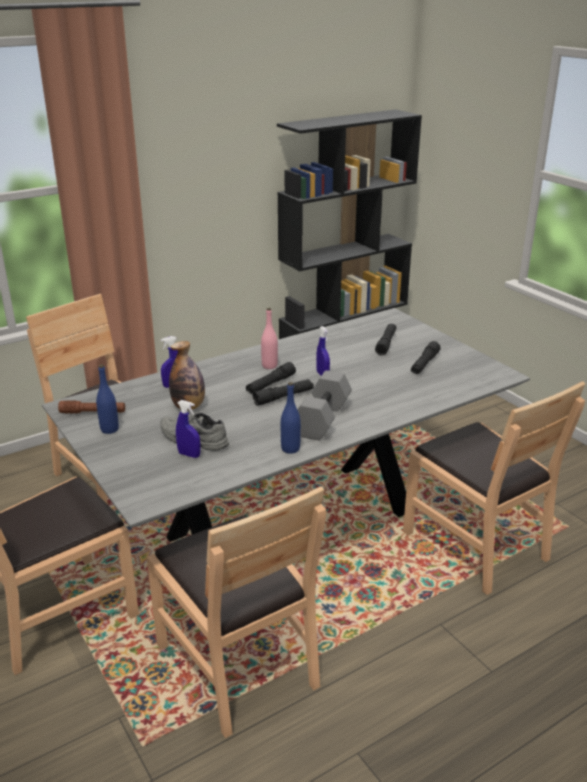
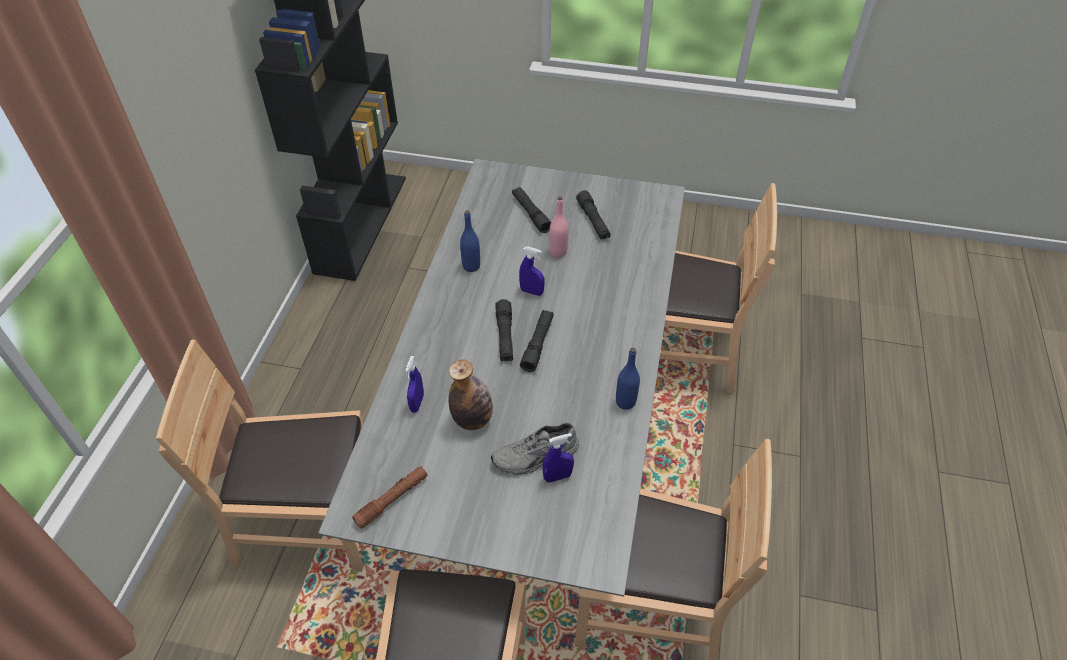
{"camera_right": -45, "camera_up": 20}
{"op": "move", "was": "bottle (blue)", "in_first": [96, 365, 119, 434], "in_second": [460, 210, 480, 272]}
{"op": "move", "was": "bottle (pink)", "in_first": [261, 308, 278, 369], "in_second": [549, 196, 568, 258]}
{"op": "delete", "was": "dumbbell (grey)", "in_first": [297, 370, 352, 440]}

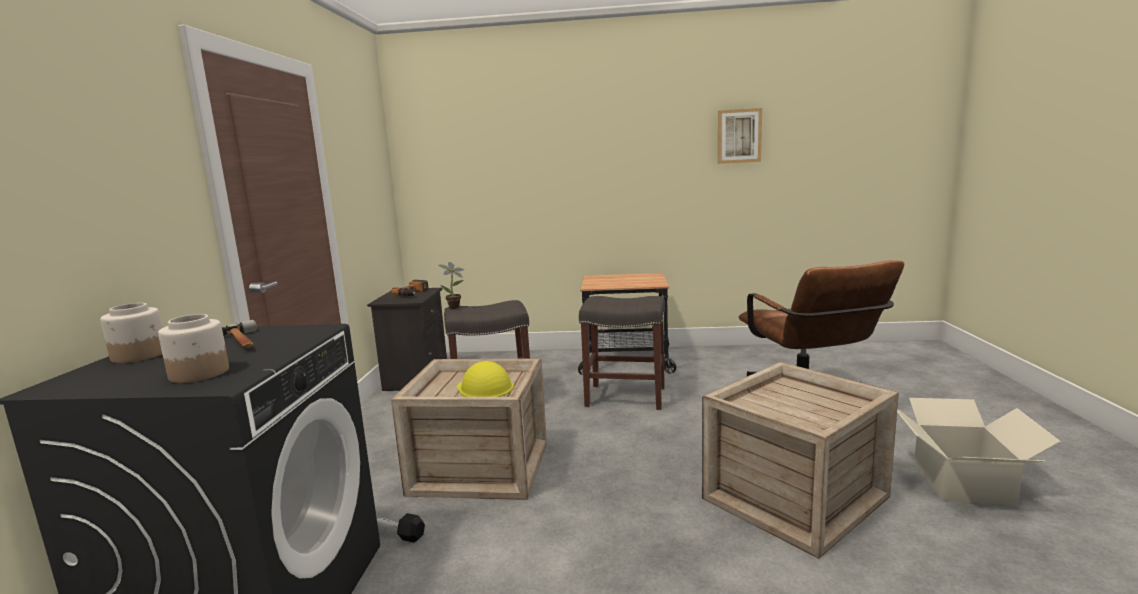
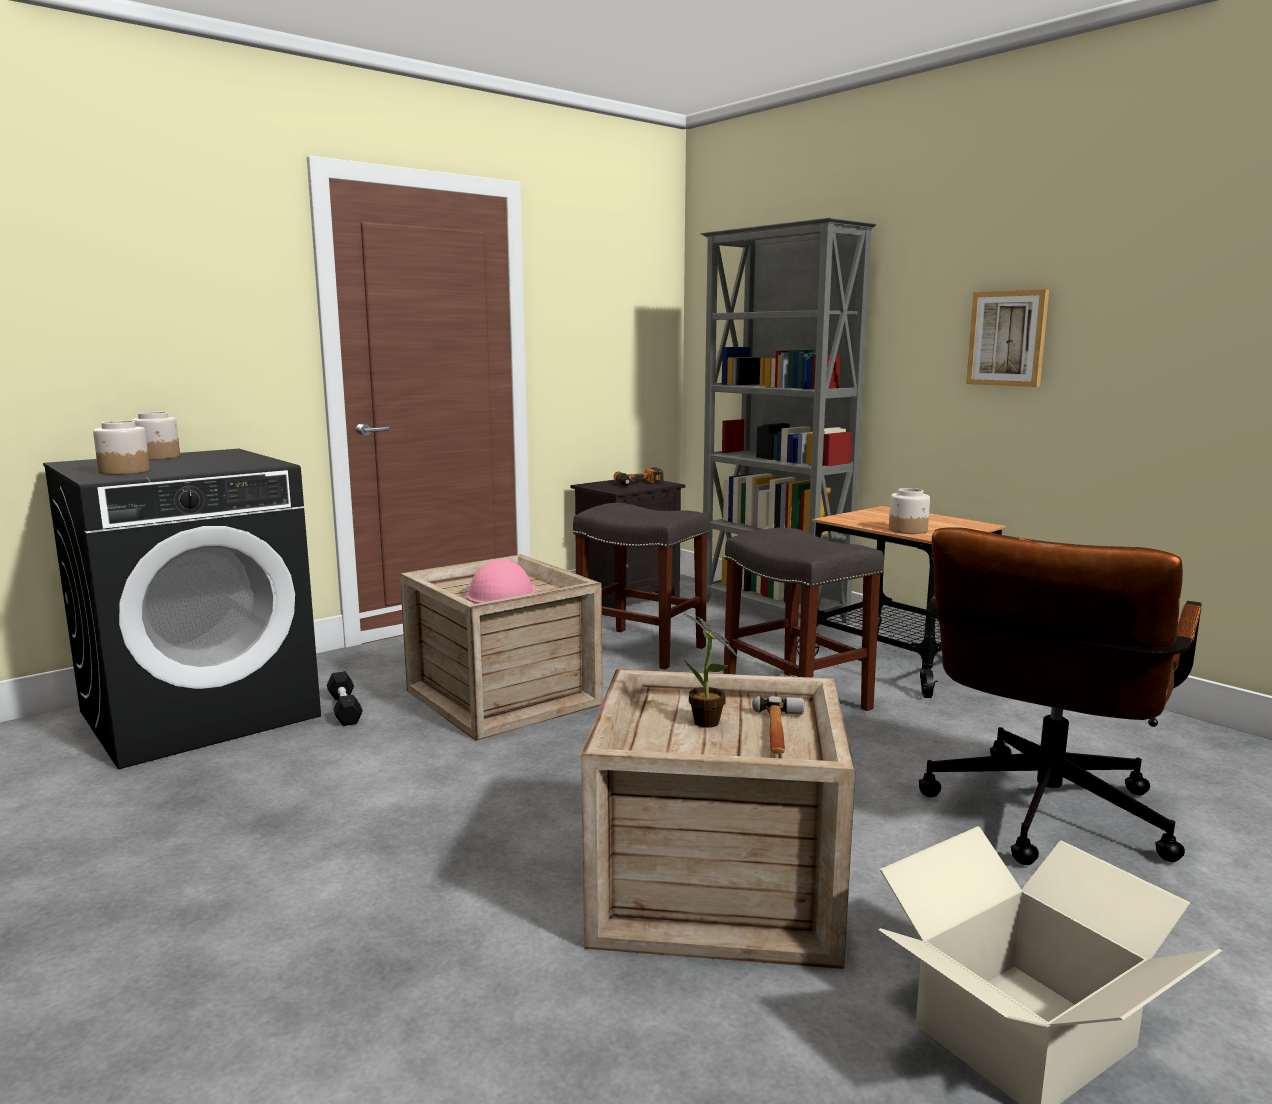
{"camera_right": 45, "camera_up": 0}
{"op": "recolor", "was": "hard hat (yellow)", "now": "hard hat (pink)", "in_first": [457, 361, 513, 397], "in_second": [466, 559, 536, 603]}
{"op": "move", "was": "potted plant", "in_first": [438, 262, 465, 309], "in_second": [682, 613, 738, 728]}
{"op": "insert", "now": "bookcase (grey)", "in_second": [700, 217, 877, 623]}
{"op": "move", "was": "hammer", "in_first": [222, 320, 257, 348], "in_second": [752, 696, 804, 754]}
{"op": "insert", "now": "jar", "in_second": [889, 488, 930, 534]}
{"op": "move", "was": "picture", "in_first": [718, 108, 762, 164], "in_second": [966, 289, 1049, 387]}

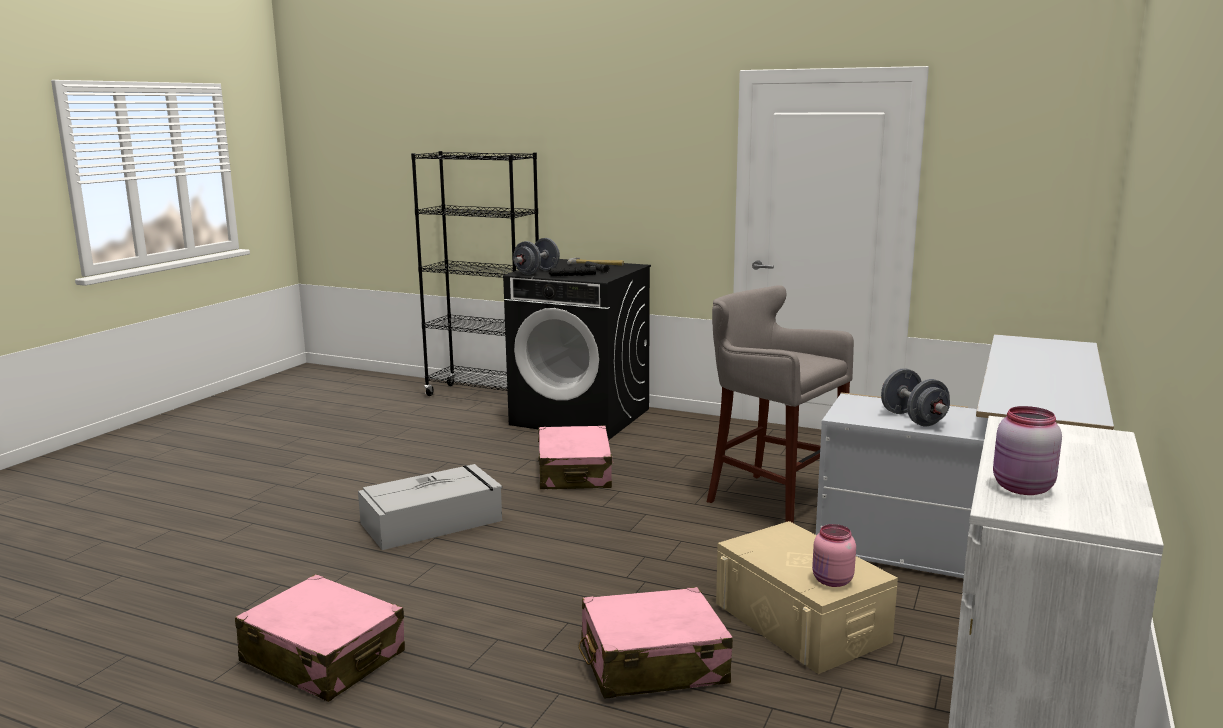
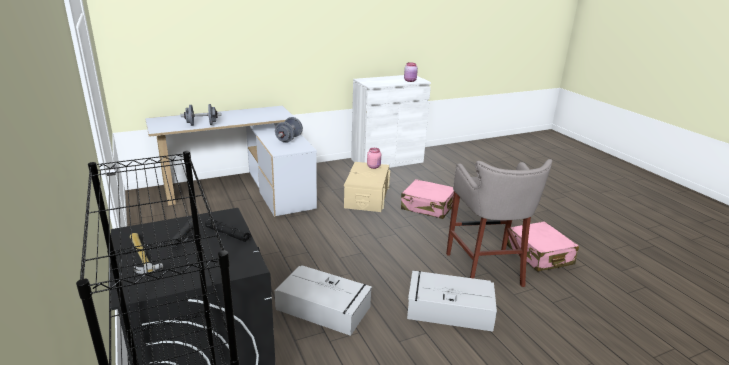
{"camera_right": -140, "camera_up": 10}
{"op": "move", "was": "dumbbell (grey)", "in_first": [513, 238, 560, 275], "in_second": [180, 104, 221, 126]}
{"op": "replace", "was": "suitcase (pink)", "now": "storage box (grey)", "in_first": [538, 426, 614, 489], "in_second": [275, 265, 372, 336]}
{"op": "move", "was": "stool (grey)", "in_first": [707, 285, 854, 523], "in_second": [446, 159, 552, 287]}

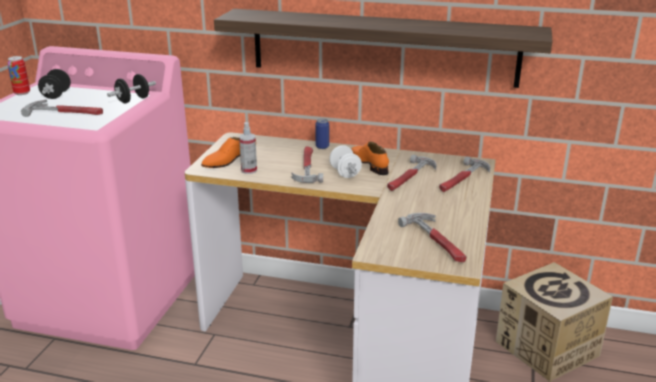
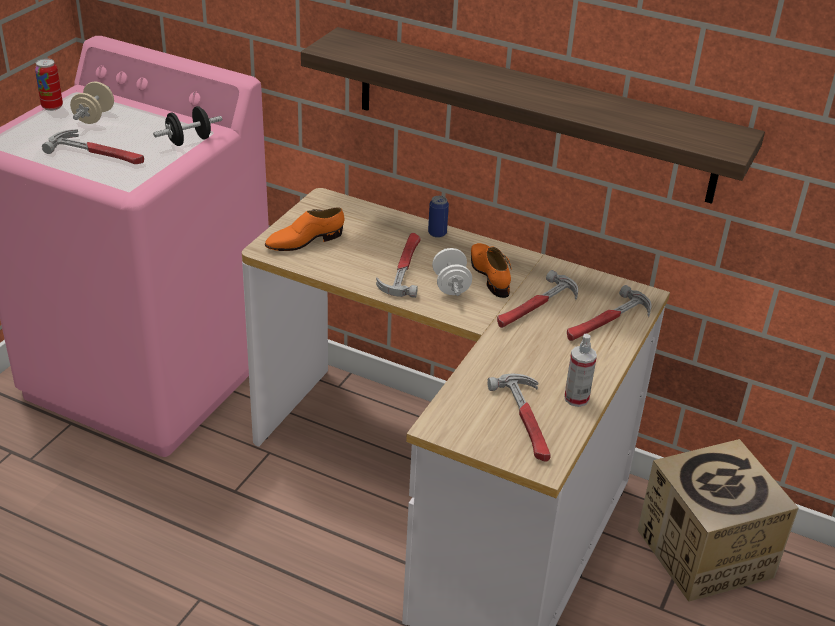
{"camera_right": 10, "camera_up": 10}
{"op": "recolor", "was": "dumbbell (black)", "now": "dumbbell (beige)", "in_first": [38, 69, 71, 99], "in_second": [70, 81, 114, 124]}
{"op": "move", "was": "spray bottle", "in_first": [239, 122, 257, 174], "in_second": [564, 334, 597, 407]}

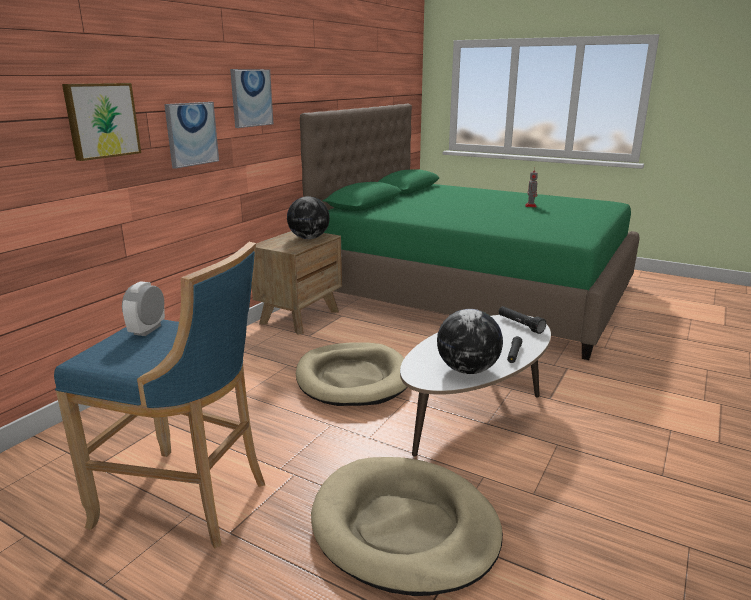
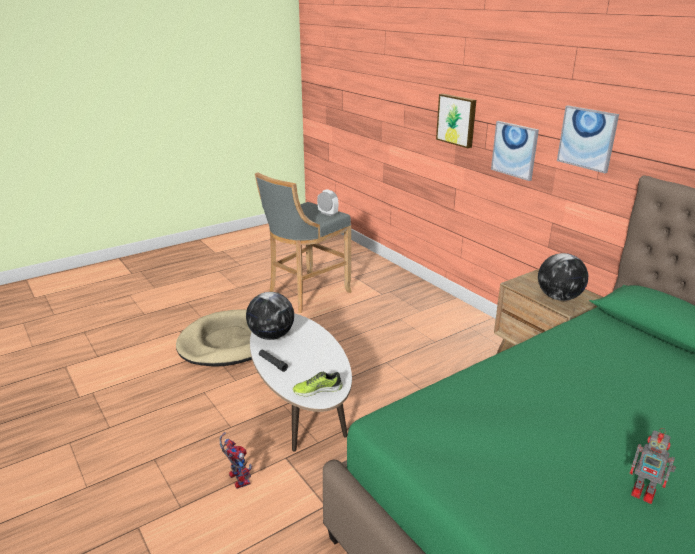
{"camera_right": 115, "camera_up": 5}
{"op": "insert", "now": "toy robot", "in_second": [219, 432, 252, 489]}
{"op": "recolor", "was": "stool (blue)", "now": "stool (grey)", "in_first": [54, 242, 265, 549], "in_second": [255, 172, 352, 313]}
{"op": "replace", "was": "flashlight (black)", "now": "shoe", "in_first": [499, 306, 546, 334], "in_second": [293, 371, 342, 396]}
{"op": "delete", "was": "dog bed (beige)", "in_first": [296, 342, 408, 406]}

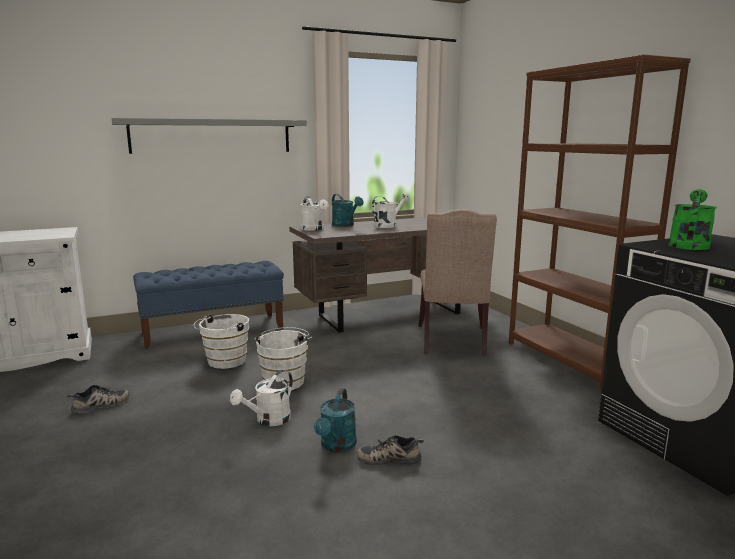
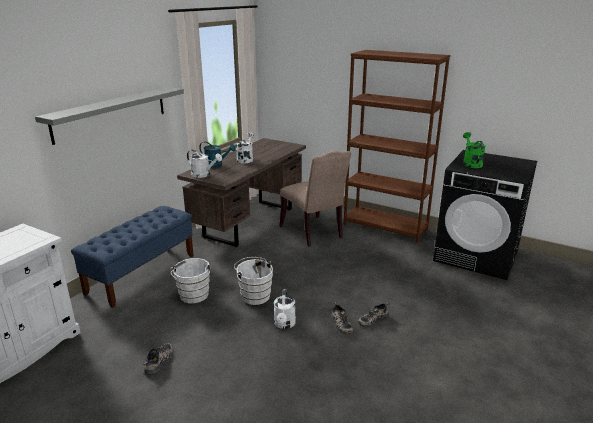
{"camera_right": -35, "camera_up": 10}
{"op": "replace", "was": "watering can (turquoise)", "now": "shoe", "in_first": [314, 388, 357, 452], "in_second": [332, 302, 353, 335]}

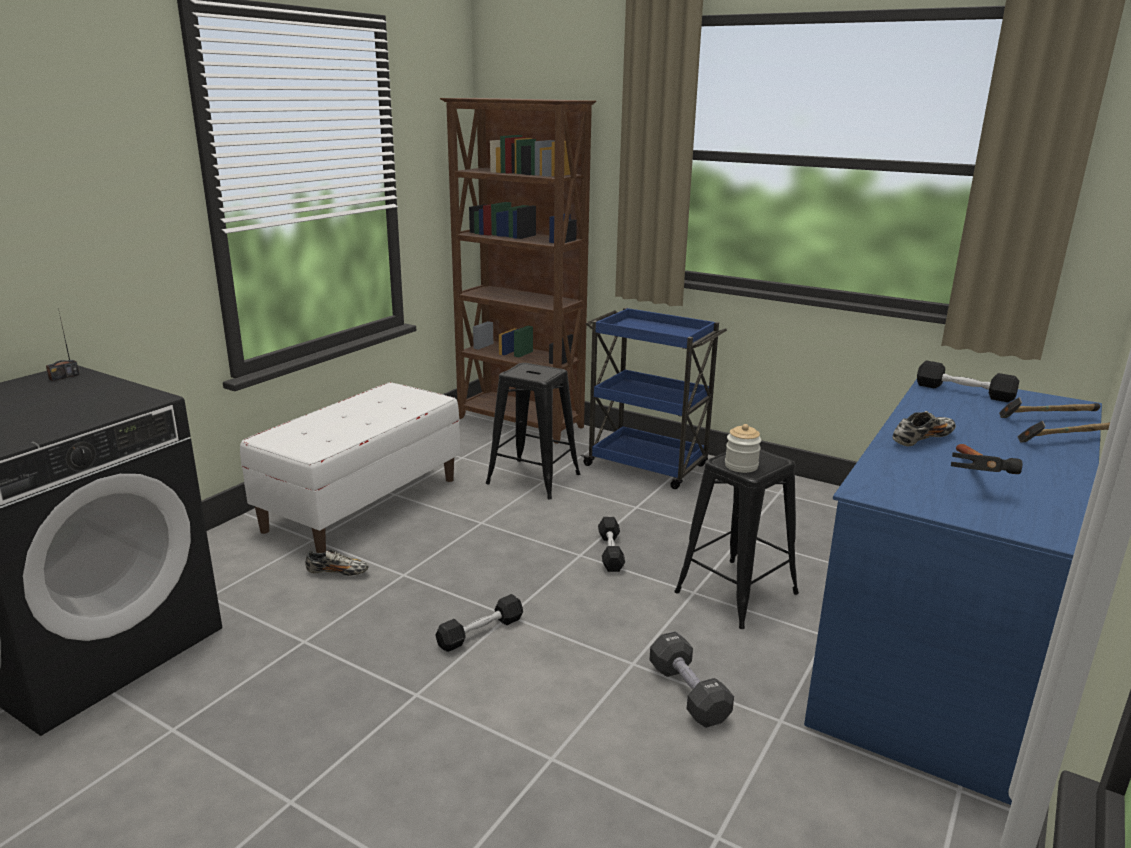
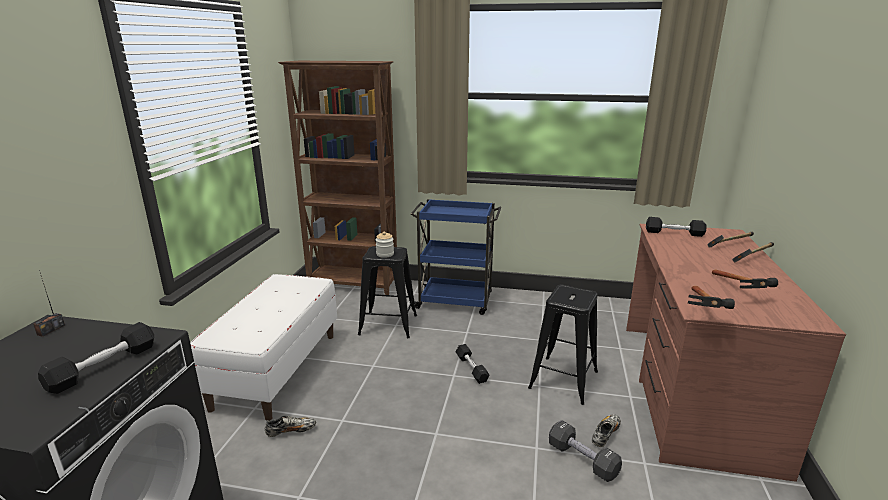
{"camera_right": -20, "camera_up": 0}
{"op": "move", "was": "dumbbell (black)", "in_first": [435, 594, 523, 652], "in_second": [38, 322, 154, 394]}
{"op": "move", "was": "jar", "in_first": [725, 424, 761, 473], "in_second": [375, 232, 394, 258]}
{"op": "move", "was": "shoe", "in_first": [893, 411, 956, 446], "in_second": [592, 415, 621, 447]}
{"op": "recolor", "was": "desk (blue)", "now": "desk (brown)", "in_first": [804, 379, 1102, 805], "in_second": [626, 224, 846, 482]}
{"op": "insert", "now": "hammer", "in_second": [688, 286, 735, 309]}

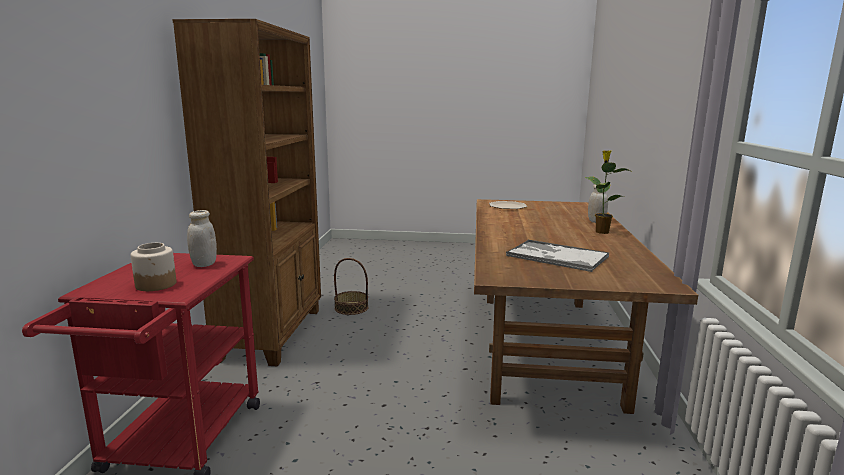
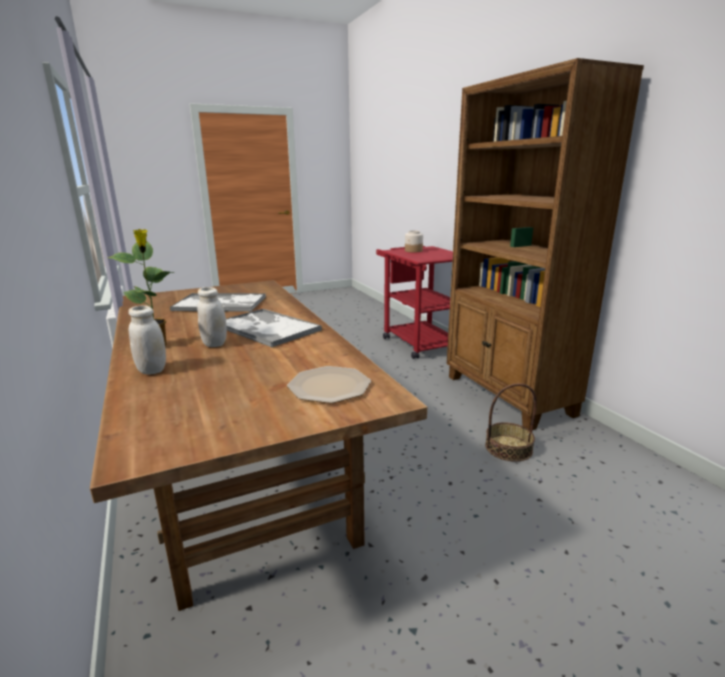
{"camera_right": 150, "camera_up": 5}
{"op": "move", "was": "jar (white)", "in_first": [187, 210, 217, 267], "in_second": [197, 287, 227, 347]}
{"op": "insert", "now": "tray", "in_second": [226, 309, 322, 348]}

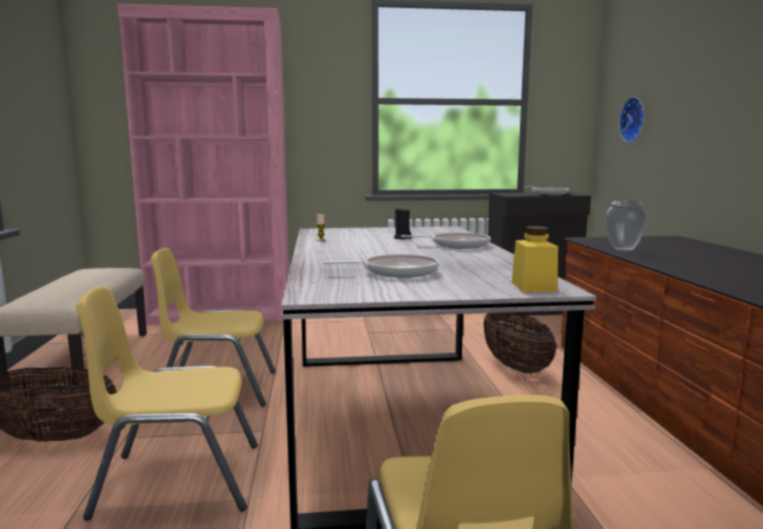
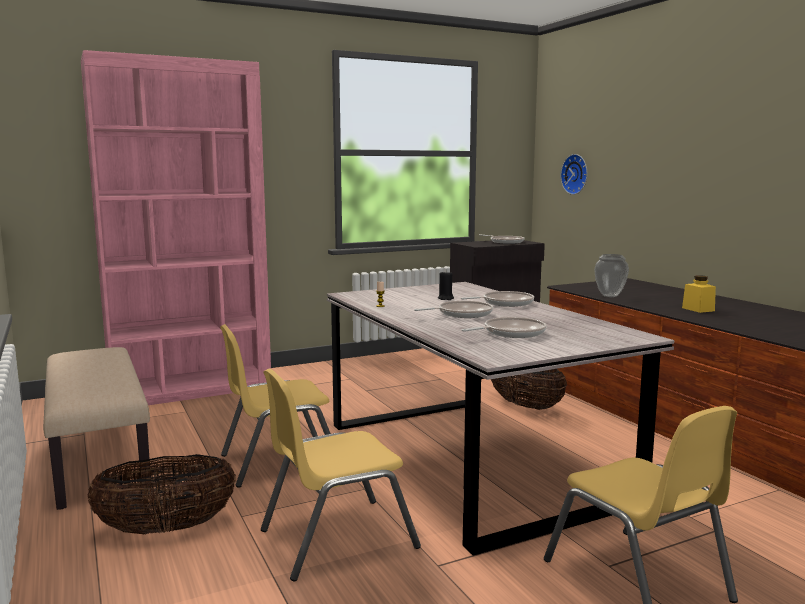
{"camera_right": -20, "camera_up": 0}
{"op": "insert", "now": "frying pan", "in_second": [414, 301, 493, 318]}
{"op": "move", "was": "jar (yellow)", "in_first": [512, 226, 558, 292], "in_second": [682, 275, 716, 313]}

